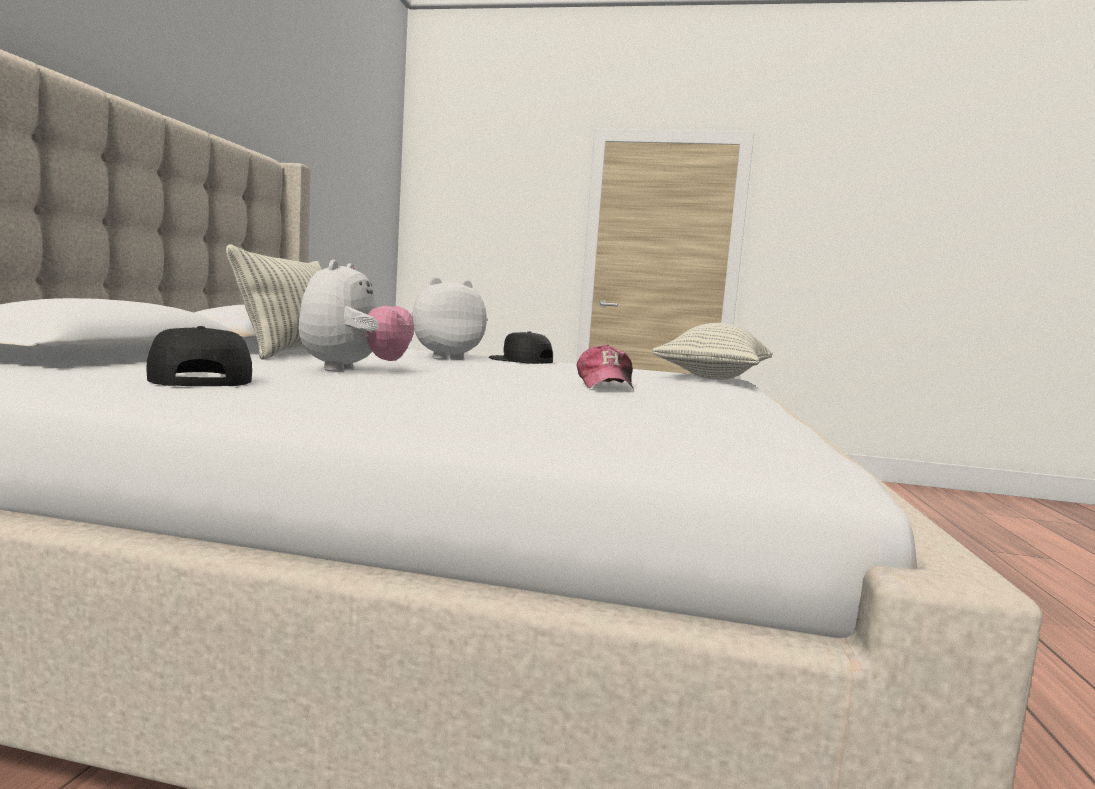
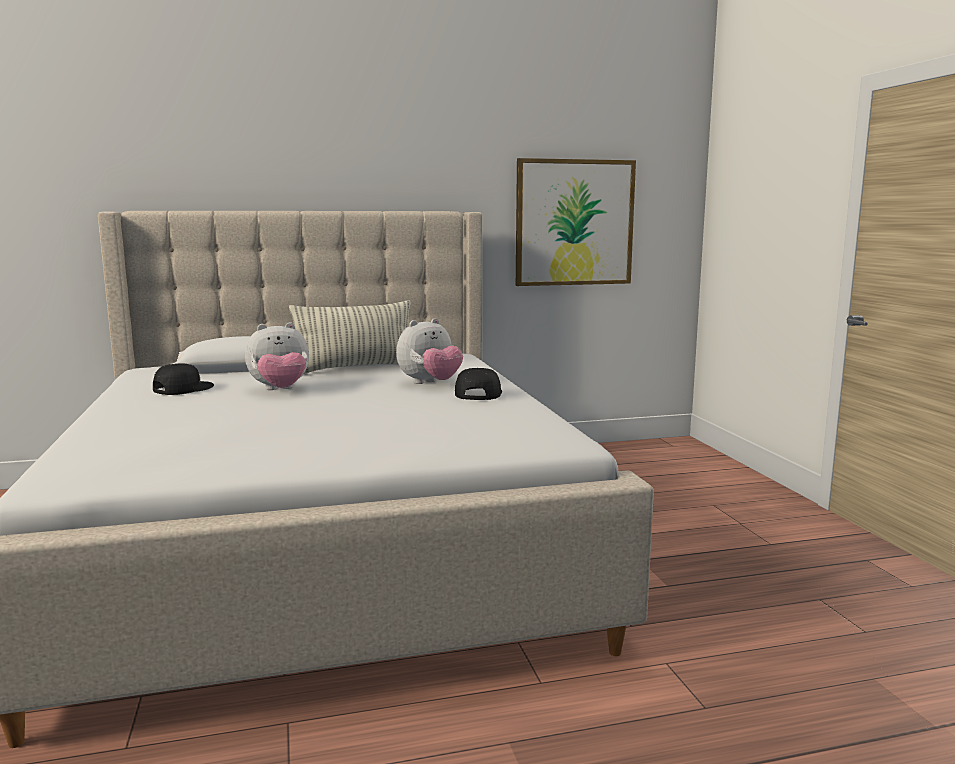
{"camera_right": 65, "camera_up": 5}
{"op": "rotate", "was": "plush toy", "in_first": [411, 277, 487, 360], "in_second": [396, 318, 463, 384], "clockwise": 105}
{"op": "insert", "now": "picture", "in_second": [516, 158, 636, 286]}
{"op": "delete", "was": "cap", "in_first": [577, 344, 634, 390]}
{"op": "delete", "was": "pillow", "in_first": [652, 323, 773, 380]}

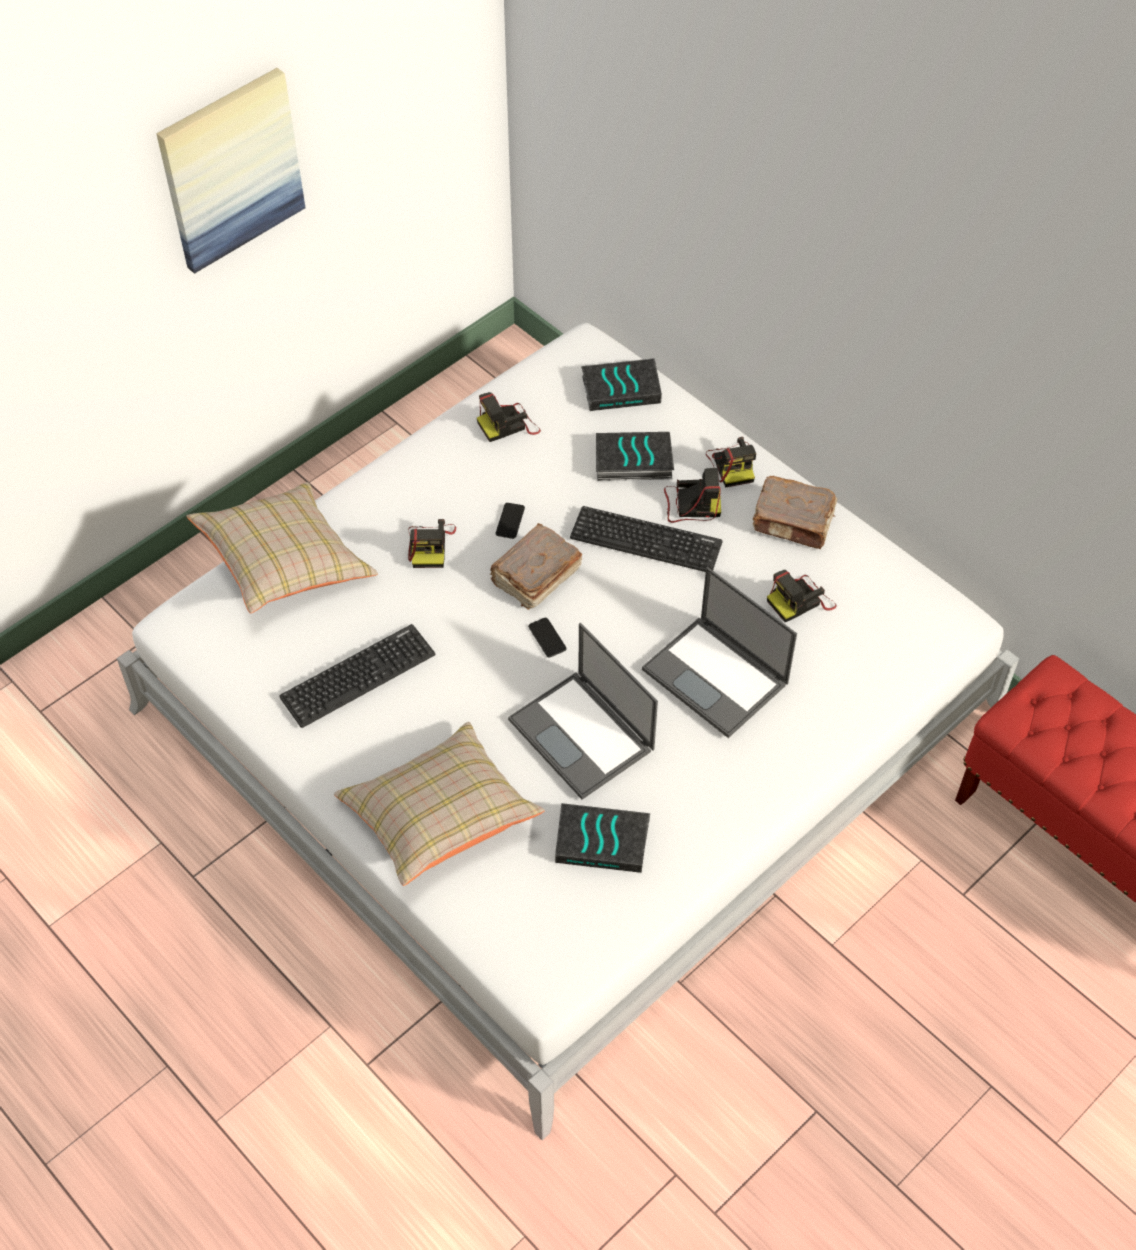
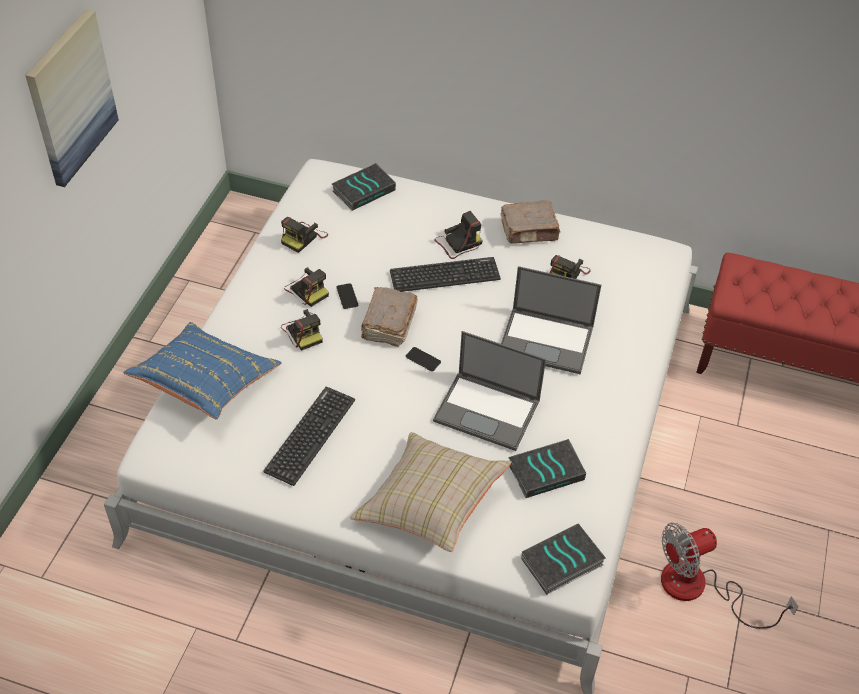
{"camera_right": -30, "camera_up": -5}
{"op": "recolor", "was": "pillow (beige)", "now": "pillow (blue)", "in_first": [186, 482, 378, 613], "in_second": [123, 322, 282, 420]}
{"op": "move", "was": "photo camera", "in_first": [706, 437, 756, 488], "in_second": [284, 267, 329, 307]}
{"op": "move", "was": "book", "in_first": [596, 432, 674, 481], "in_second": [521, 524, 606, 595]}
{"op": "insert", "now": "fan", "in_second": [661, 523, 799, 629]}

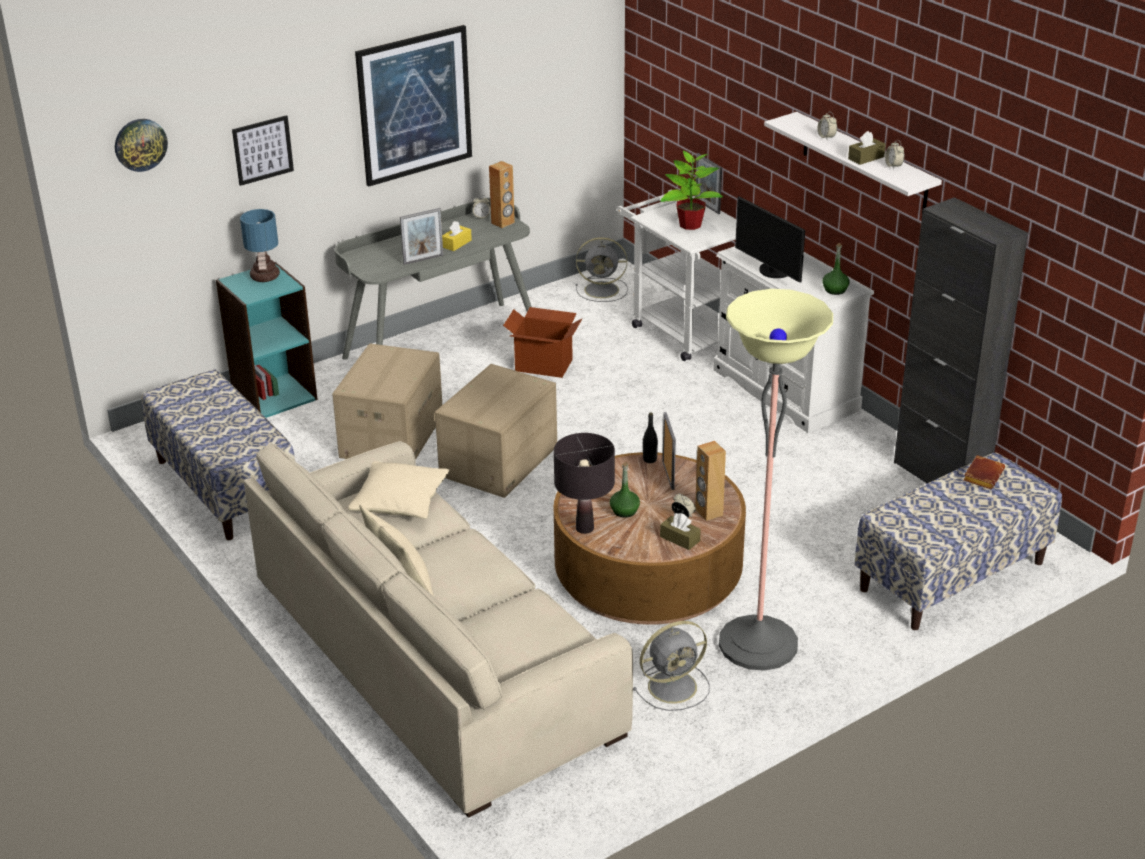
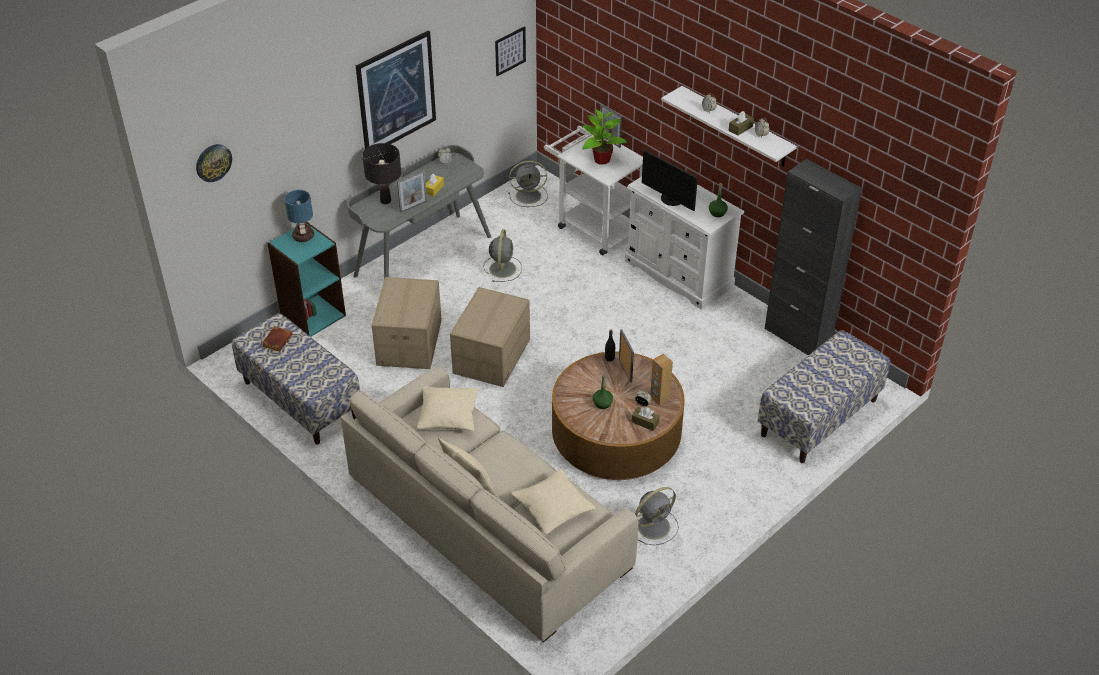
{"camera_right": -10, "camera_up": 10}
{"op": "move", "was": "book (brown)", "in_first": [963, 455, 1005, 489], "in_second": [262, 326, 293, 352]}
{"op": "move", "was": "table lamp (black)", "in_first": [554, 433, 615, 534], "in_second": [362, 143, 401, 204]}
{"op": "replace", "was": "cardboard box", "now": "fan (grey)", "in_first": [503, 307, 583, 378], "in_second": [483, 229, 522, 282]}
{"op": "move", "was": "picture", "in_first": [232, 115, 294, 186], "in_second": [495, 27, 526, 76]}
{"op": "insert", "now": "pillow (beige)", "in_second": [511, 469, 596, 534]}
{"op": "delete", "was": "speaker (brown)", "in_first": [489, 161, 515, 228]}
{"op": "delete", "was": "floor lamp", "in_first": [719, 289, 833, 671]}

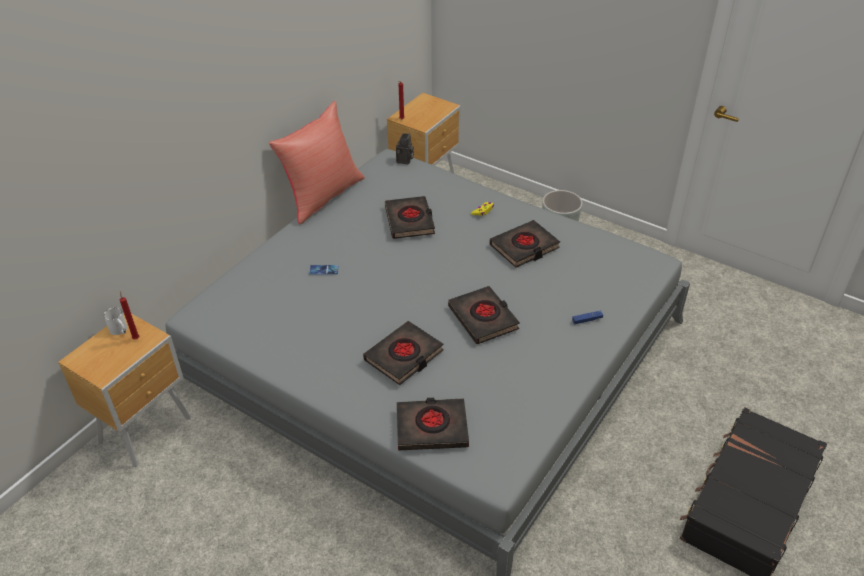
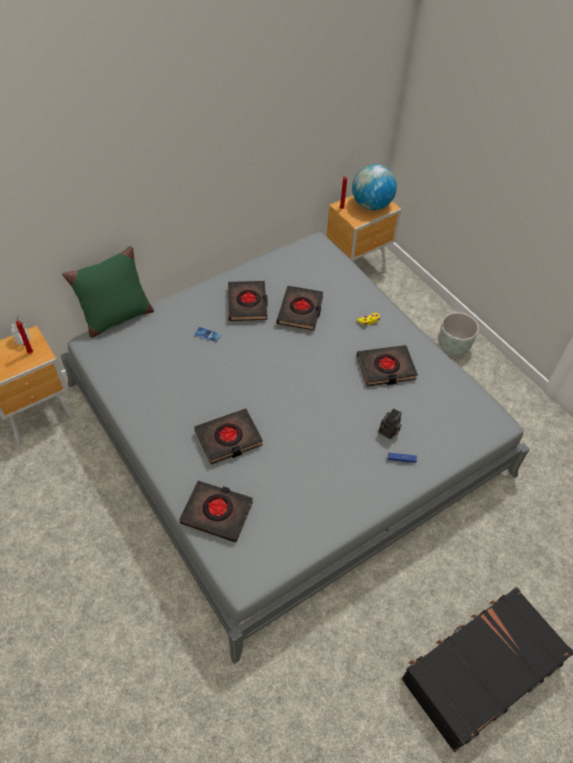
{"camera_right": 20, "camera_up": 10}
{"op": "insert", "now": "pillow (green)", "in_second": [62, 246, 154, 338]}
{"op": "move", "was": "book (black)", "in_first": [448, 286, 520, 344], "in_second": [228, 281, 267, 321]}
{"op": "insert", "now": "globe", "in_second": [352, 164, 397, 210]}
{"op": "move", "was": "photo camera", "in_first": [396, 133, 414, 164], "in_second": [379, 408, 402, 439]}
{"op": "delete", "was": "pillow (red)", "in_first": [269, 101, 365, 225]}

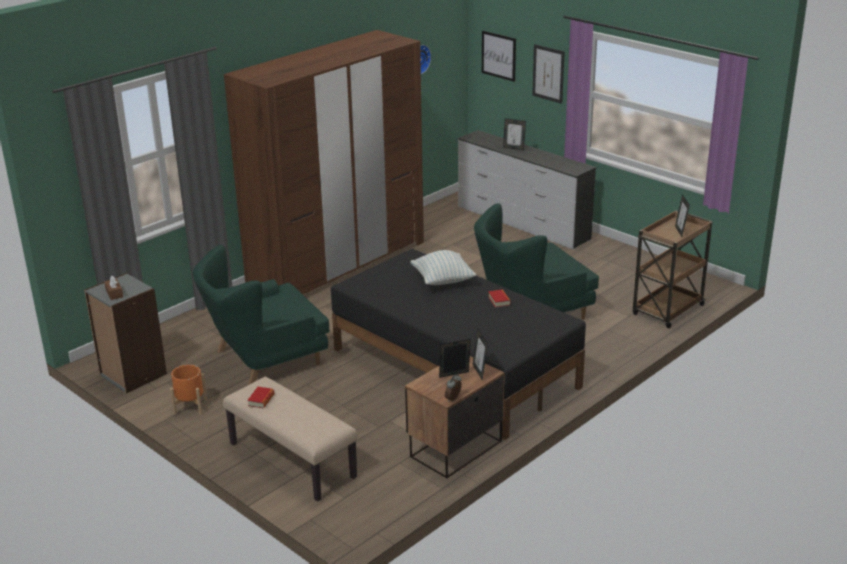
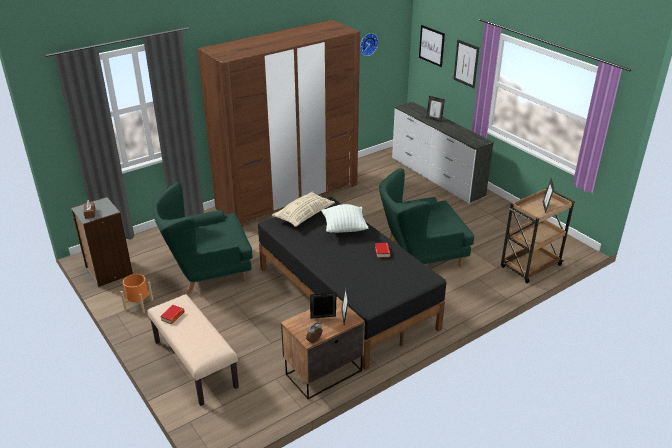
{"camera_right": 10, "camera_up": 5}
{"op": "insert", "now": "pillow (beige)", "in_second": [272, 192, 335, 227]}

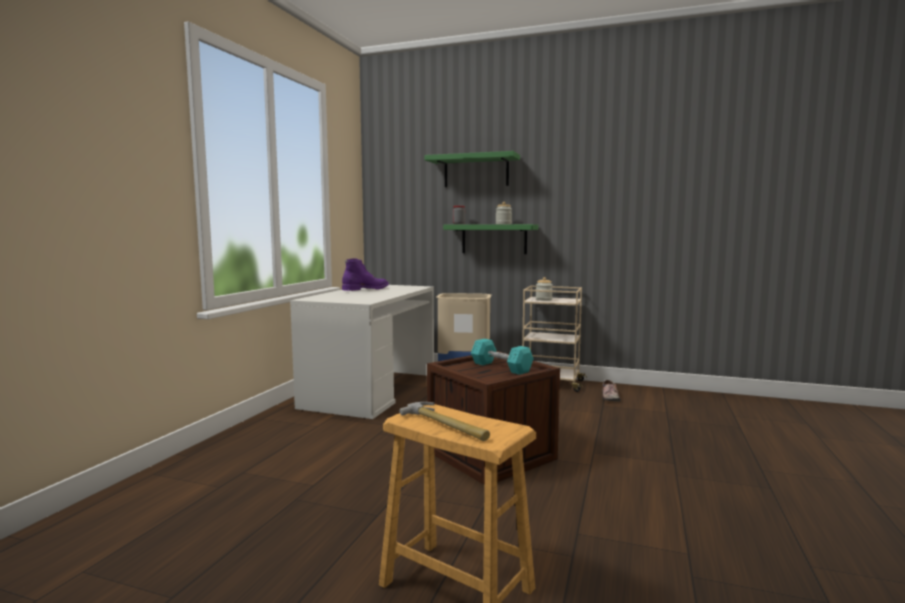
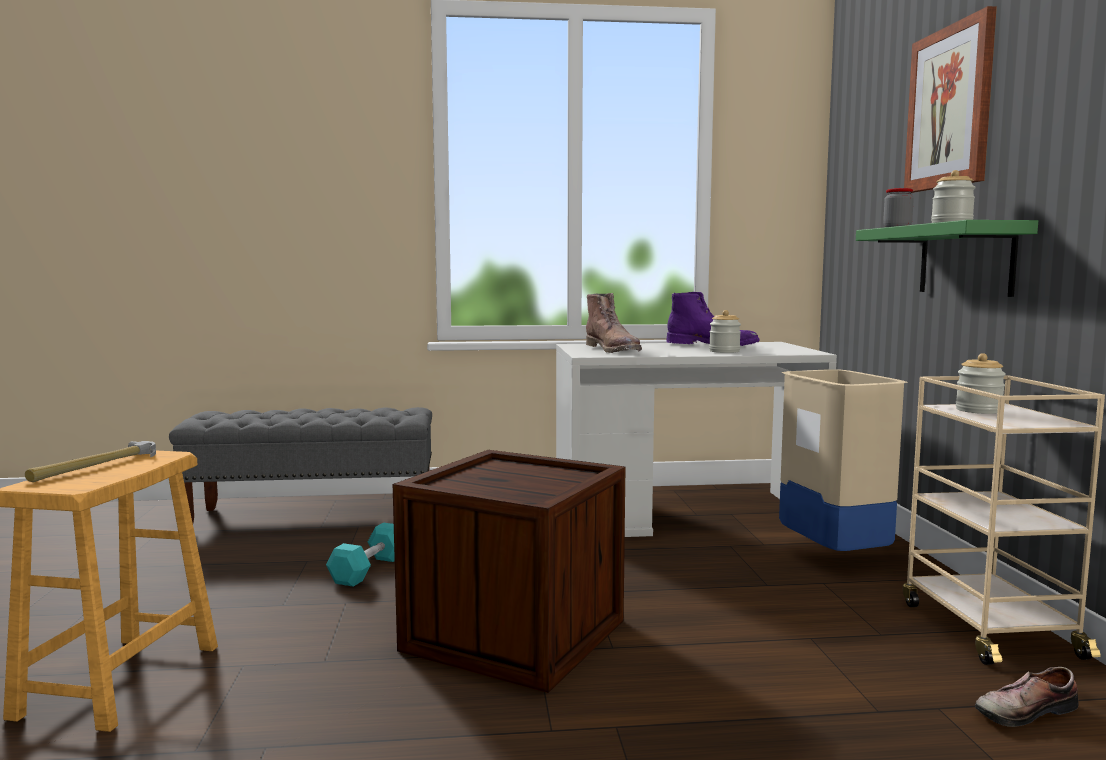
{"camera_right": 65, "camera_up": 0}
{"op": "insert", "now": "bench (grey)", "in_second": [169, 407, 432, 523]}
{"op": "move", "was": "dumbbell (turquoise)", "in_first": [471, 339, 534, 375], "in_second": [326, 523, 395, 587]}
{"op": "insert", "now": "boot (brown)", "in_second": [586, 293, 642, 353]}
{"op": "insert", "now": "jar", "in_second": [709, 310, 741, 353]}
{"op": "replace", "was": "shelf (green)", "now": "picture", "in_first": [425, 151, 520, 187], "in_second": [904, 6, 997, 193]}

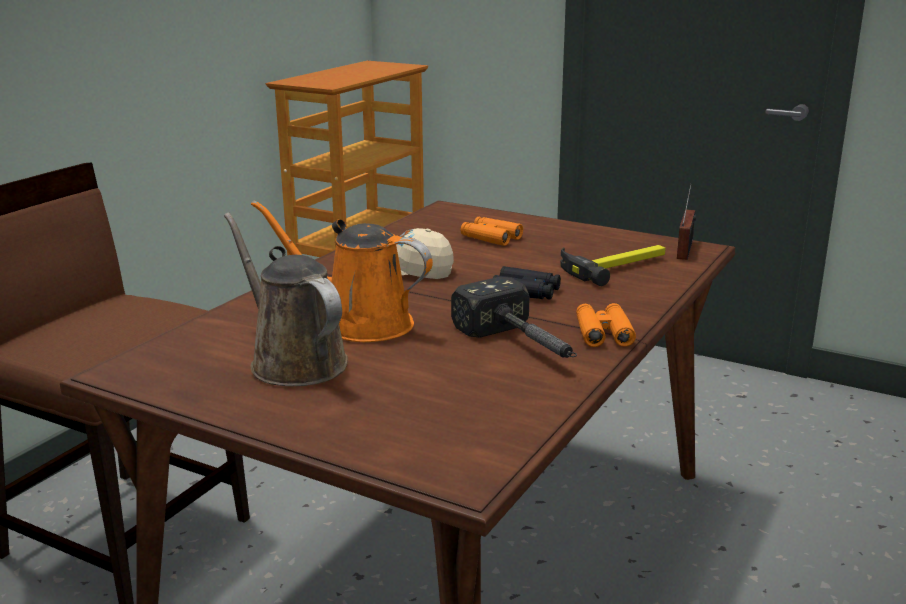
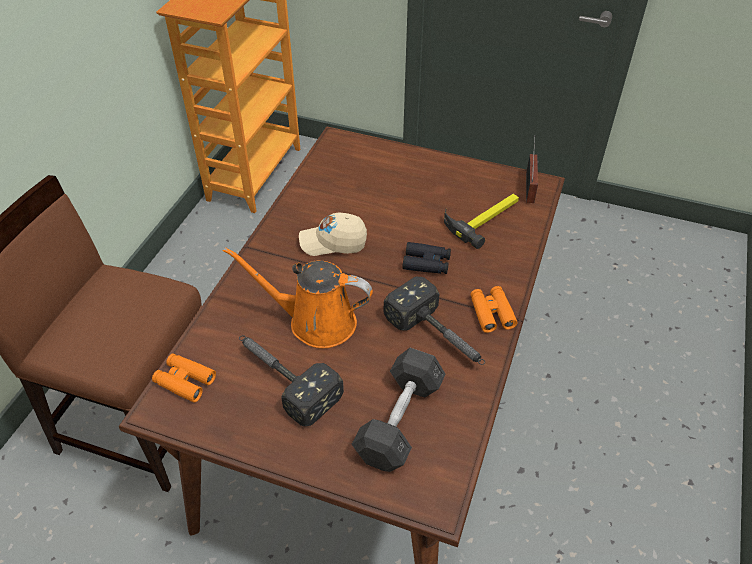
{"camera_right": -10, "camera_up": 25}
{"op": "move", "was": "binoculars (orange)", "in_first": [461, 217, 523, 246], "in_second": [152, 354, 216, 403]}
{"op": "replace", "was": "watering can (brown)", "now": "hammer", "in_first": [224, 212, 348, 386], "in_second": [239, 335, 344, 426]}
{"op": "insert", "now": "dumbbell (grey)", "in_second": [352, 348, 446, 472]}

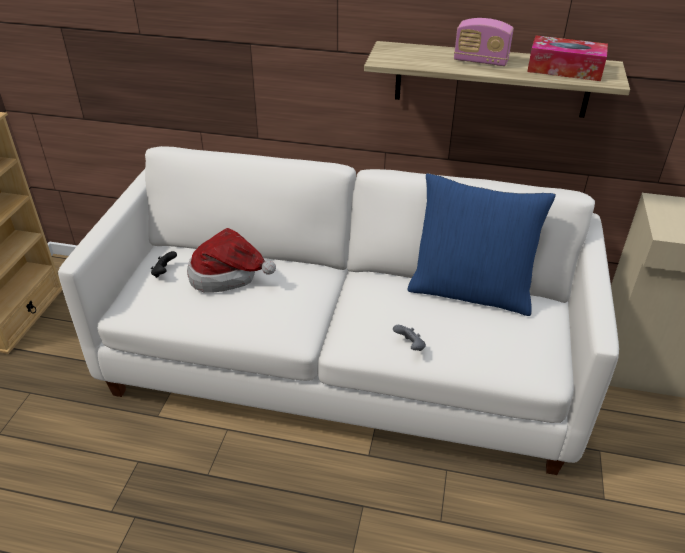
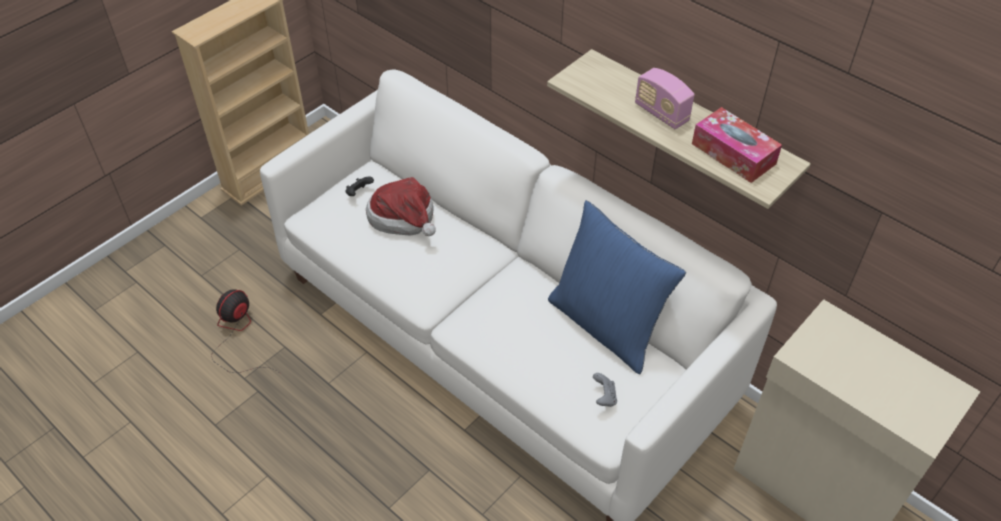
{"camera_right": 30, "camera_up": 10}
{"op": "insert", "now": "fan", "in_second": [211, 289, 281, 374]}
{"op": "move", "was": "game controller (grey)", "in_first": [393, 325, 426, 351], "in_second": [593, 373, 617, 407]}

